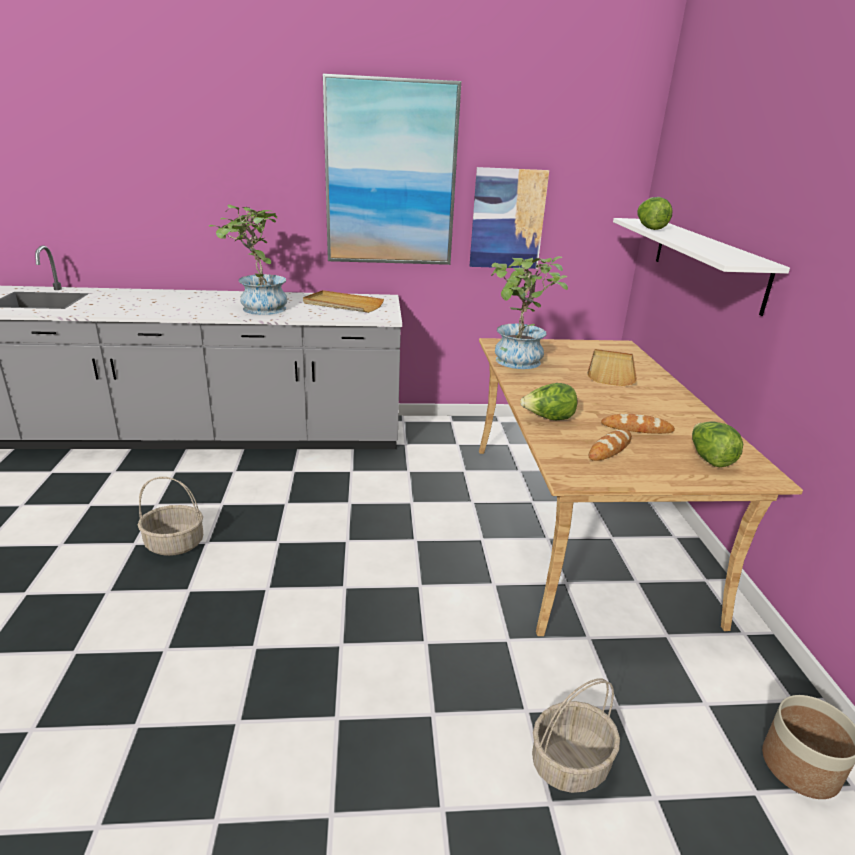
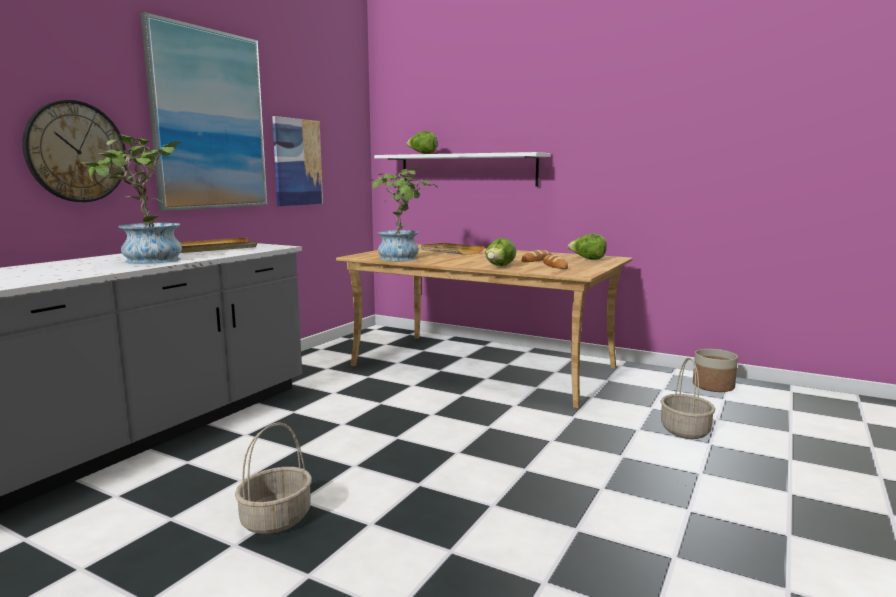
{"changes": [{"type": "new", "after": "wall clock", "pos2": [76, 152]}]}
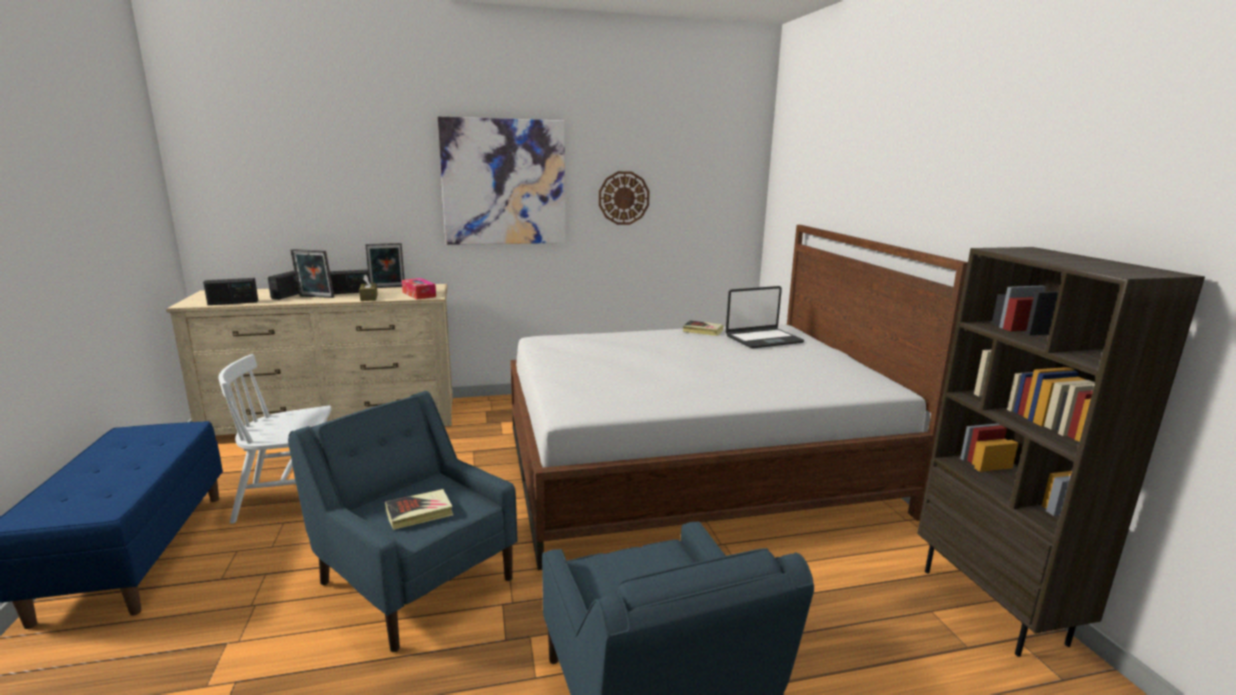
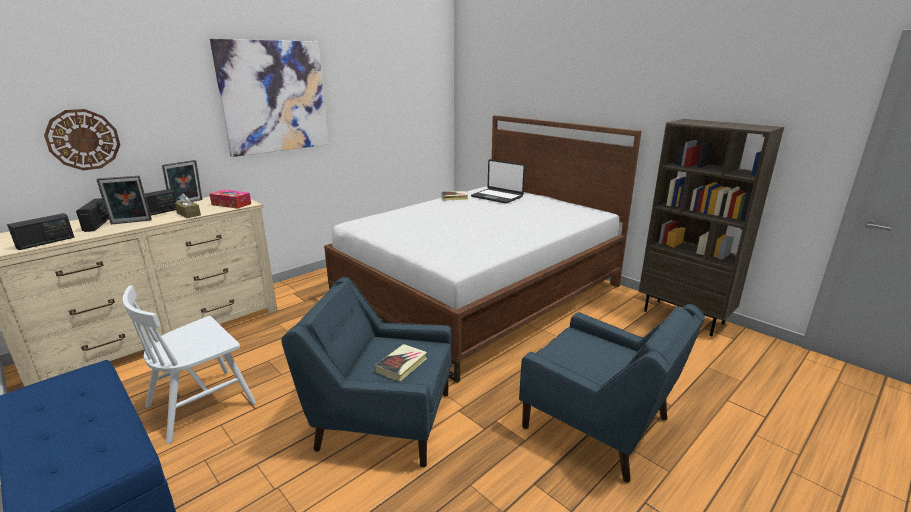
{"changes": [{"type": "shifted", "before": "wall clock", "pos1": [623, 198], "pos2": [83, 139]}, {"type": "rotated", "before": "portable computer", "pos1": [763, 339], "pos2": [497, 196], "turn": 90}]}
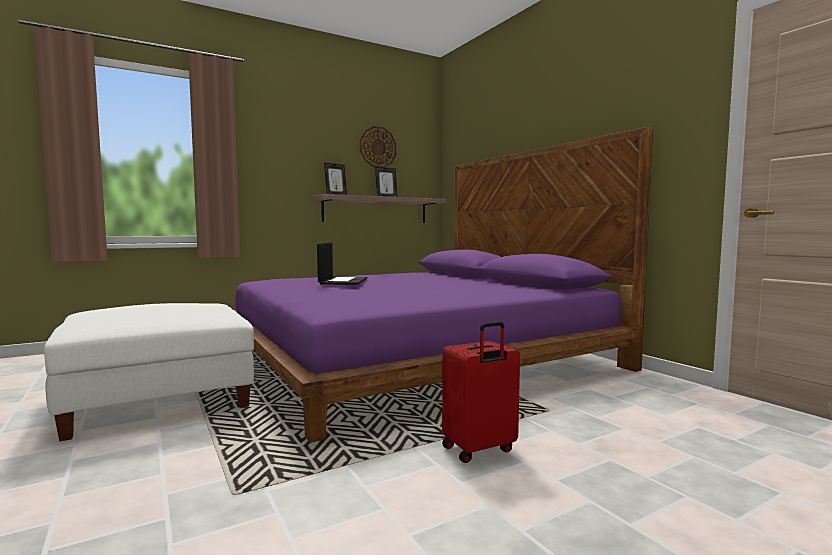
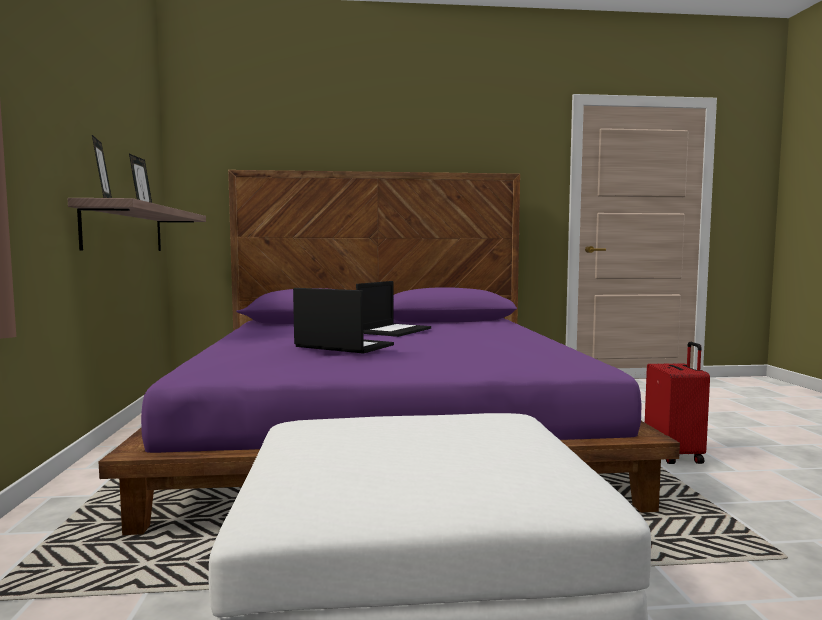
{"changes": [{"type": "gone", "before": "wall clock", "pos1": [378, 147]}, {"type": "new", "after": "portable computer", "pos2": [394, 330]}]}
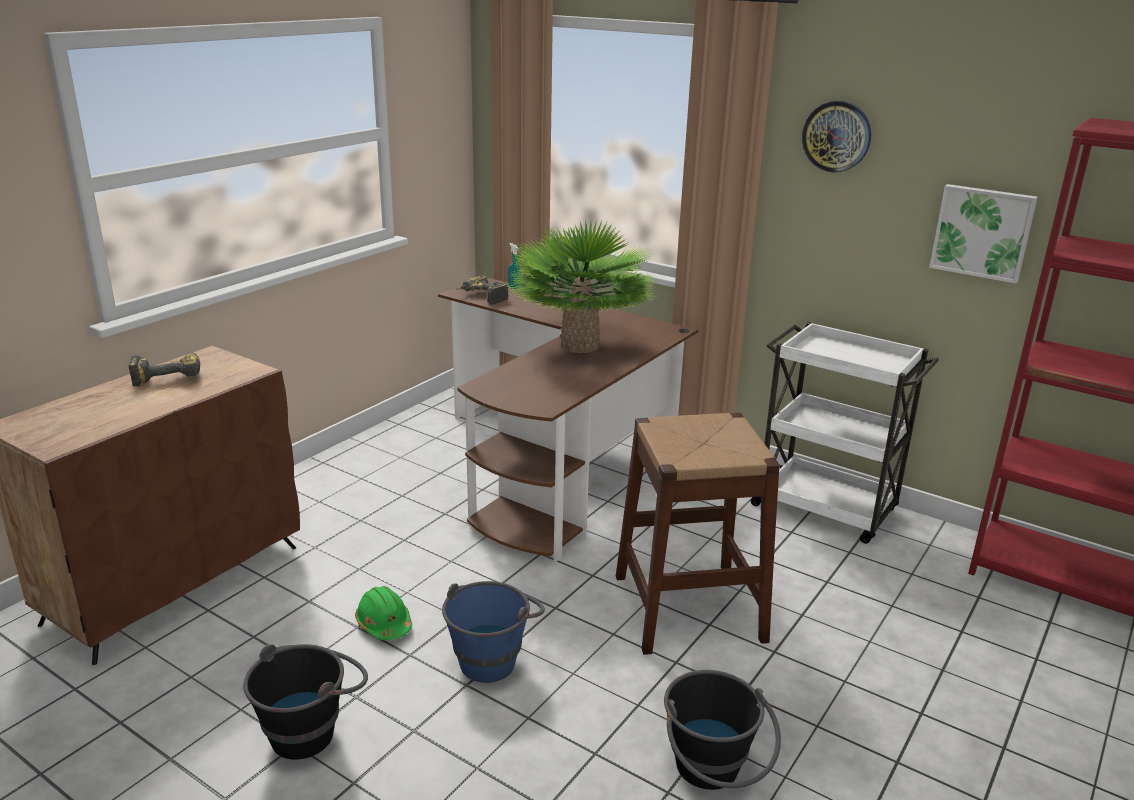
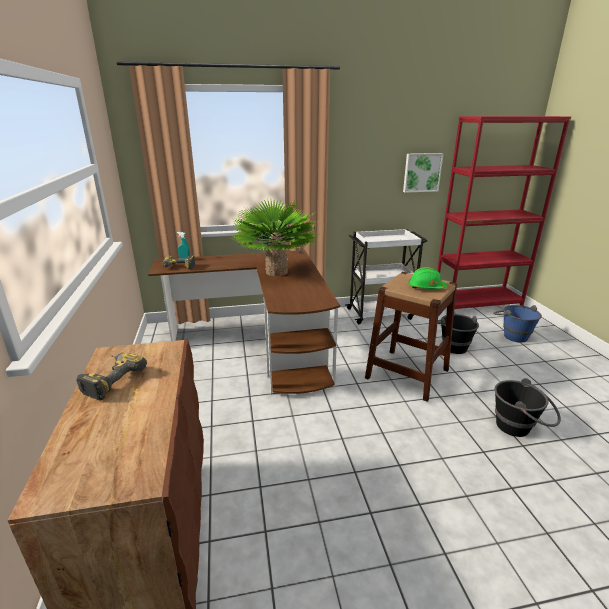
{"changes": [{"type": "gone", "before": "wall clock", "pos1": [836, 136]}, {"type": "shifted", "before": "pail (blackish)", "pos1": [312, 728], "pos2": [452, 345]}, {"type": "shifted", "before": "hard hat (greenish)", "pos1": [384, 624], "pos2": [426, 287]}, {"type": "shifted", "before": "pail (blue-coloured)", "pos1": [493, 656], "pos2": [511, 334]}]}
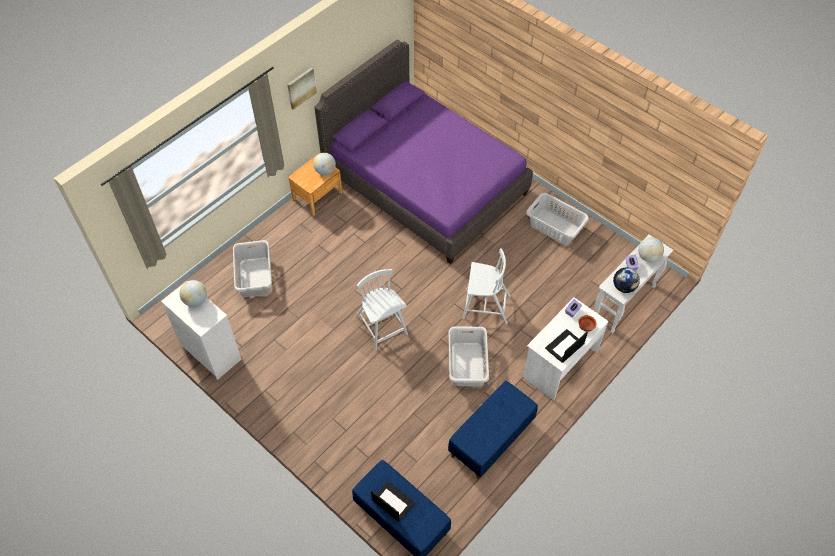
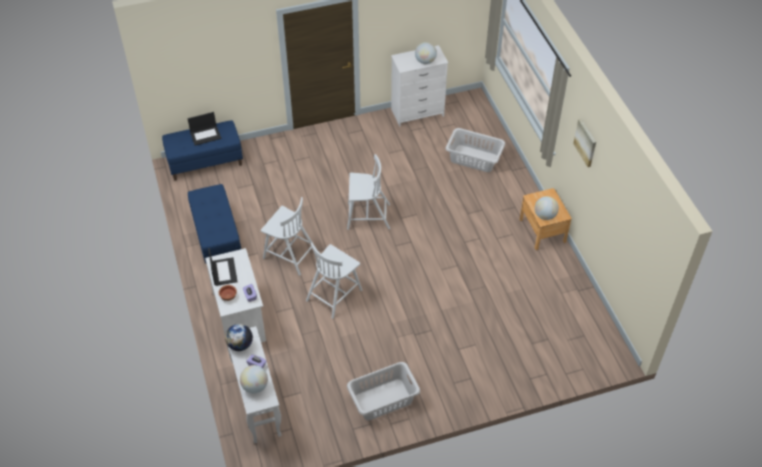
{"changes": [{"type": "gone", "before": "bed (purplish)", "pos1": [425, 184]}, {"type": "swapped", "before": "hamper (grey)", "after": "upright chair (whitish)", "pos1": [467, 364], "pos2": [289, 254]}]}
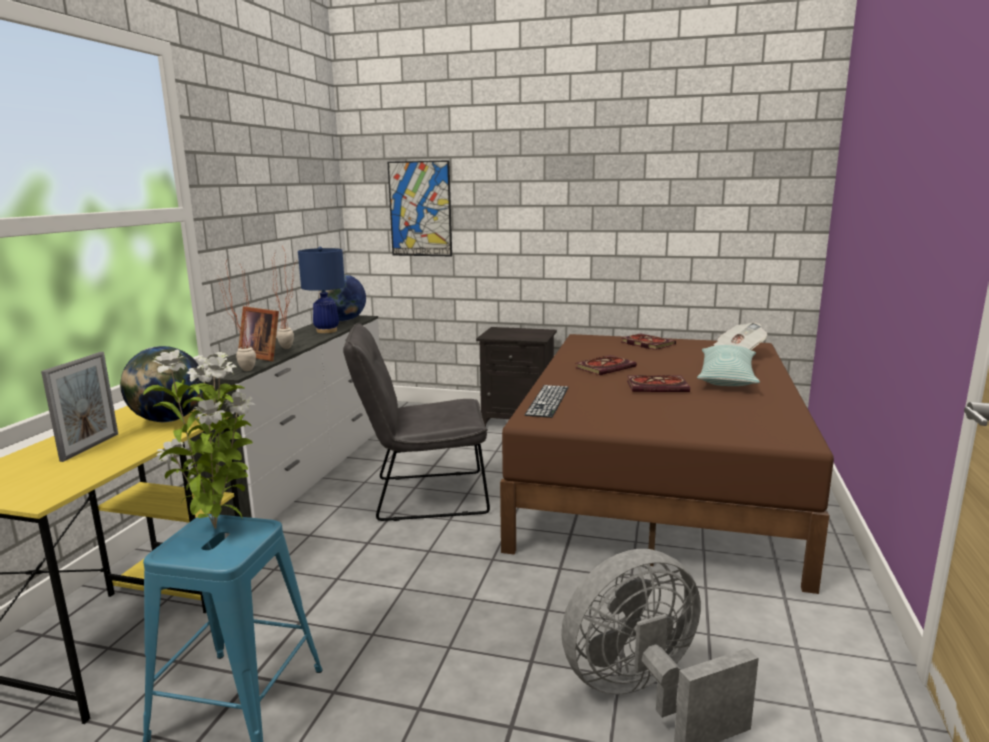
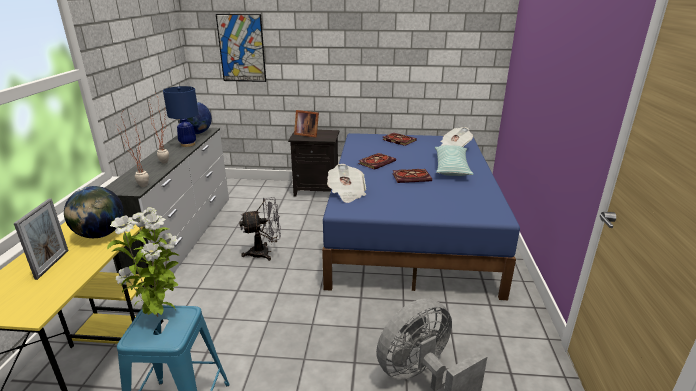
{"changes": [{"type": "shifted", "before": "photo frame", "pos1": [262, 355], "pos2": [306, 134]}, {"type": "swapped", "before": "upright chair (grey)", "after": "electric fan (grey)", "pos1": [421, 496], "pos2": [265, 252]}, {"type": "swapped", "before": "keyboard", "after": "newspaper", "pos1": [547, 401], "pos2": [346, 193]}, {"type": "repainted", "before": "bed (brown-coloured)", "after": "bed (blue-coloured)", "pos1": [658, 480], "pos2": [410, 229]}]}
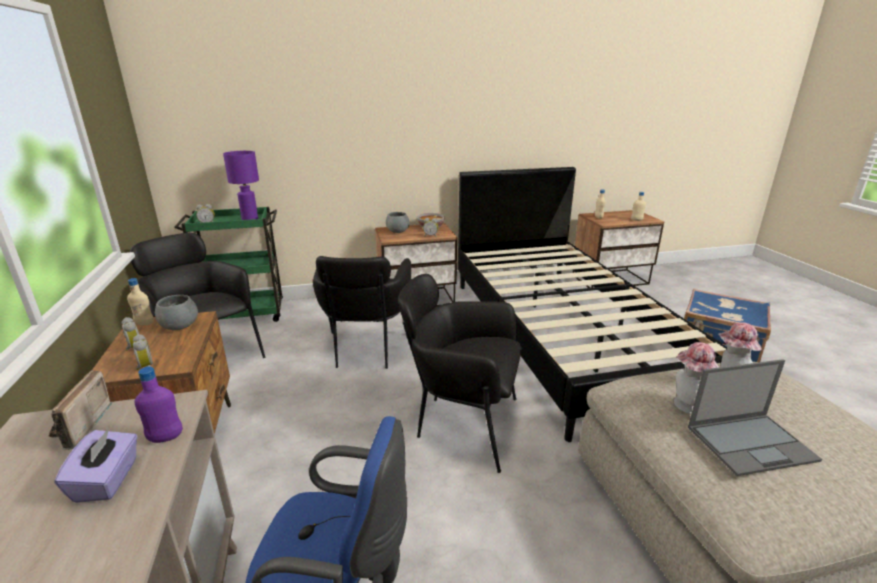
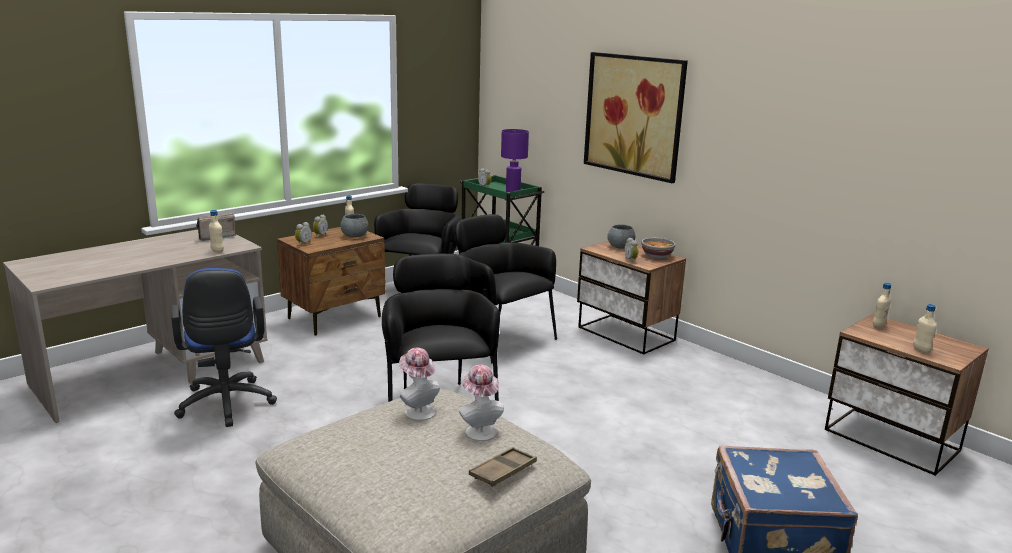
{"changes": [{"type": "gone", "before": "tissue holder (purplish)", "pos1": [108, 480]}, {"type": "gone", "before": "bed (blackish)", "pos1": [561, 335]}, {"type": "gone", "before": "portable computer", "pos1": [751, 443]}, {"type": "new", "after": "carrying tray (brown-coloured)", "pos2": [503, 471]}, {"type": "new", "after": "picture", "pos2": [634, 115]}, {"type": "repainted", "before": "beverage bottle (purplish)", "after": "beverage bottle (beige-coloured)", "pos1": [165, 438], "pos2": [217, 251]}, {"type": "rotated", "before": "easy chair (blackish)", "pos1": [366, 352], "pos2": [499, 338], "turn": 75}]}
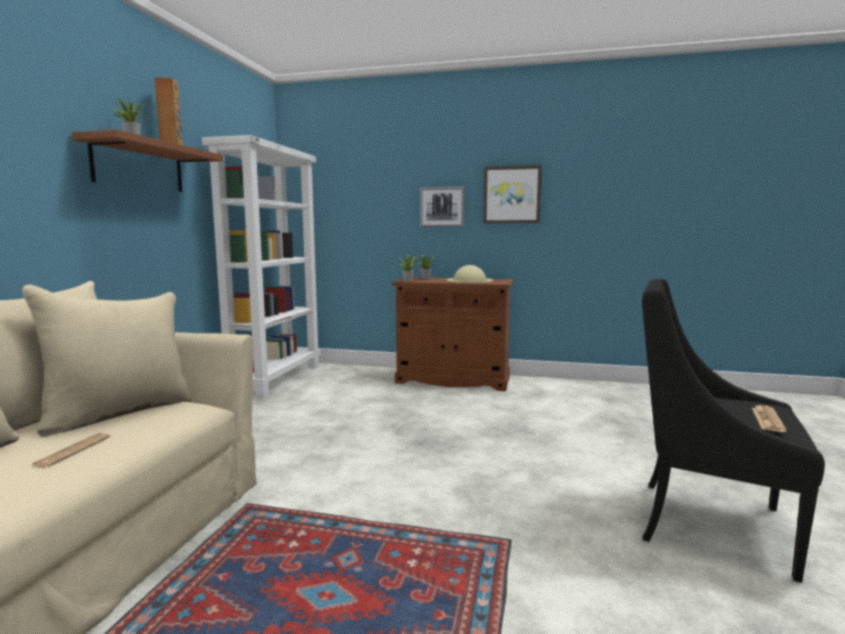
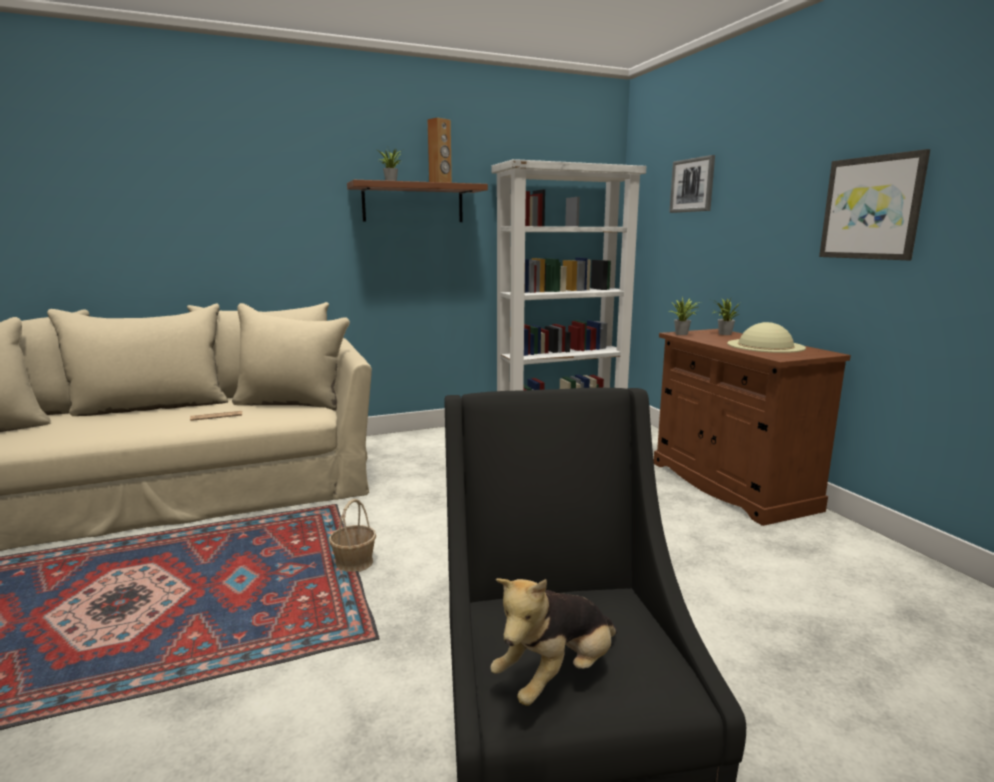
{"changes": [{"type": "new", "after": "storage basket", "pos2": [354, 563]}, {"type": "shifted", "before": "picture", "pos1": [442, 207], "pos2": [692, 185]}, {"type": "swapped", "before": "newspaper", "after": "cuddly toy", "pos1": [767, 419], "pos2": [557, 676]}]}
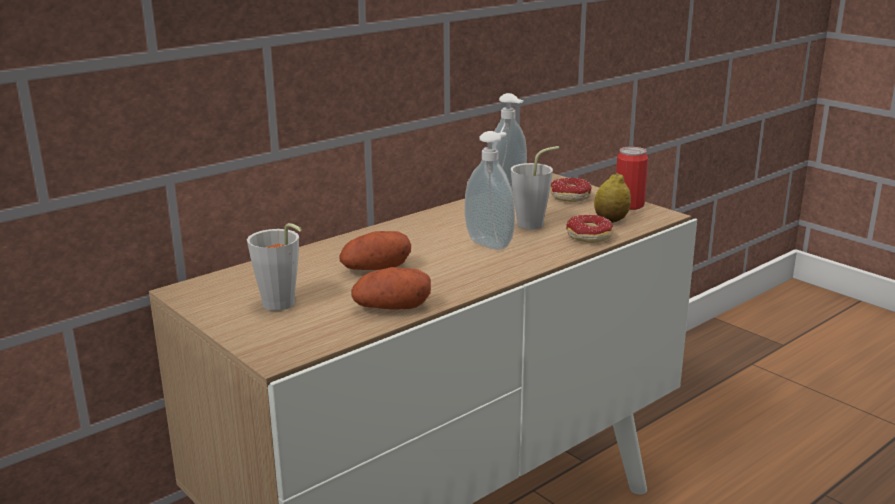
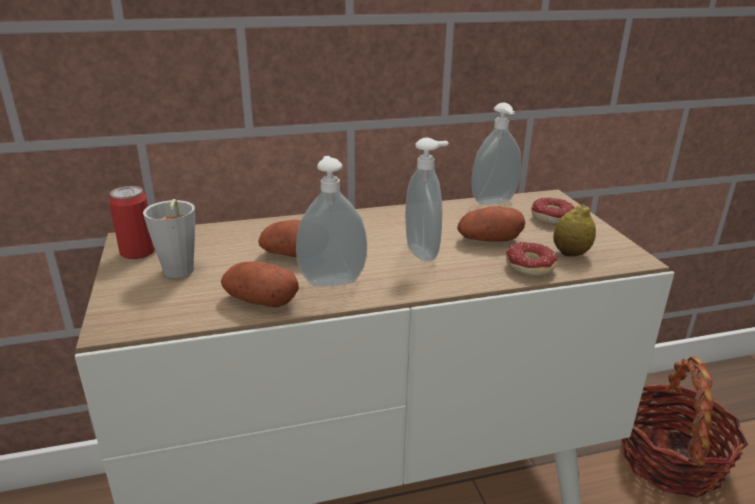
{"changes": [{"type": "new", "after": "soap bottle", "pos2": [332, 280]}, {"type": "new", "after": "storage basket", "pos2": [670, 460]}, {"type": "shifted", "before": "sealed can", "pos1": [629, 205], "pos2": [138, 252]}, {"type": "swapped", "before": "cup (grey)", "after": "potato", "pos1": [535, 223], "pos2": [489, 240]}]}
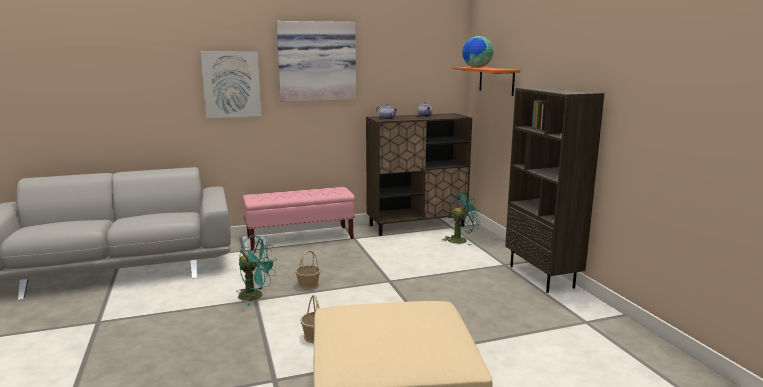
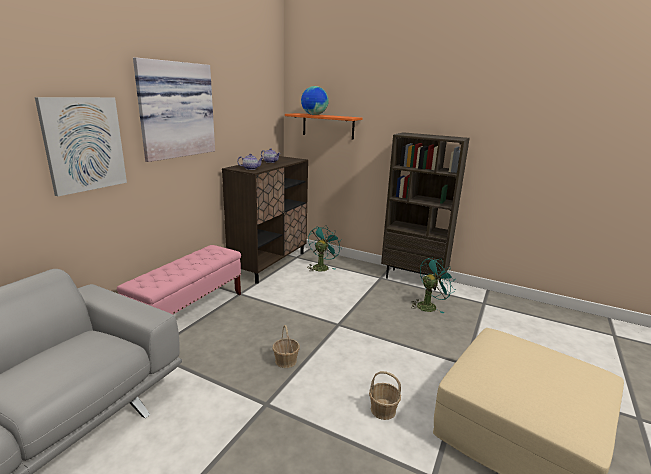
{"changes": [{"type": "shifted", "before": "electric fan (turquoise)", "pos1": [256, 296], "pos2": [429, 305]}]}
